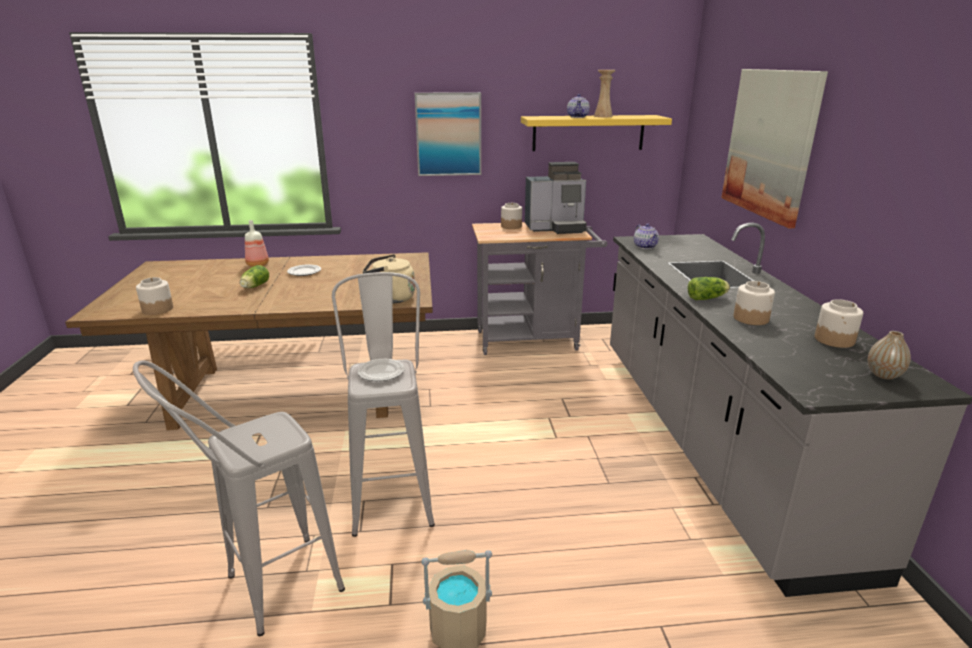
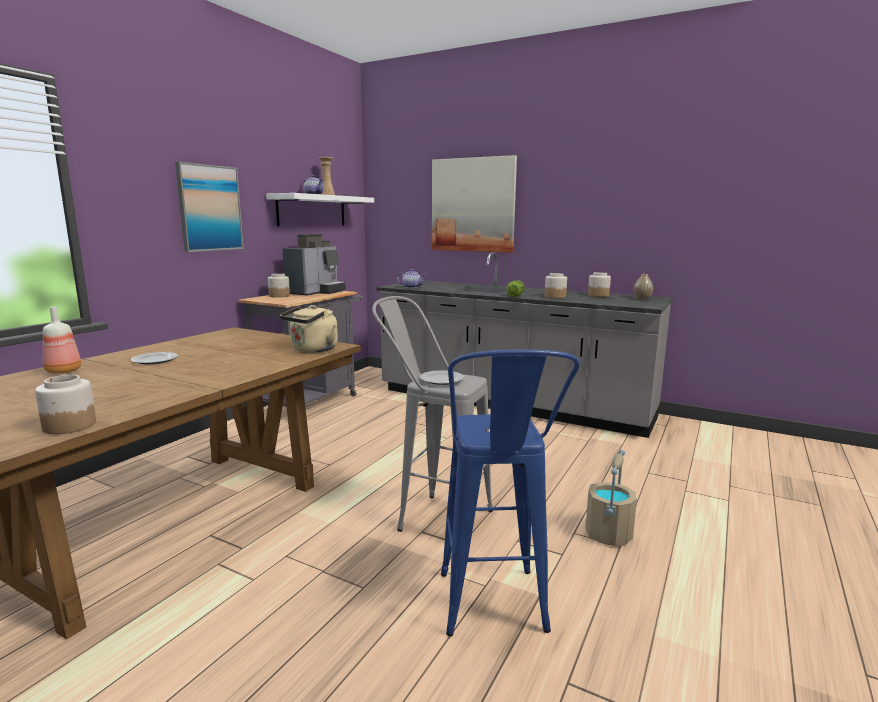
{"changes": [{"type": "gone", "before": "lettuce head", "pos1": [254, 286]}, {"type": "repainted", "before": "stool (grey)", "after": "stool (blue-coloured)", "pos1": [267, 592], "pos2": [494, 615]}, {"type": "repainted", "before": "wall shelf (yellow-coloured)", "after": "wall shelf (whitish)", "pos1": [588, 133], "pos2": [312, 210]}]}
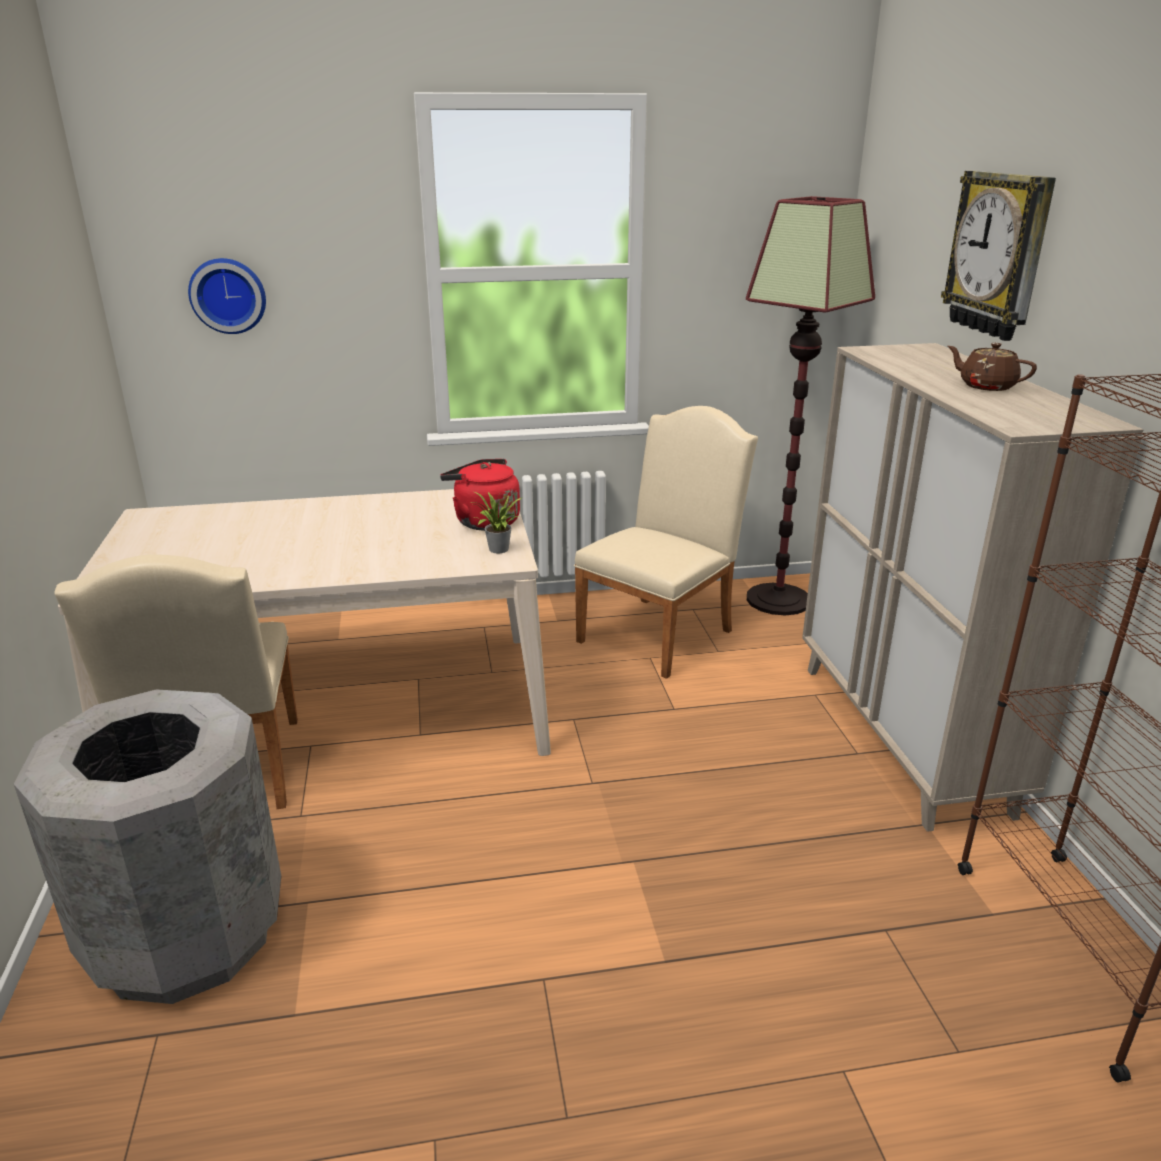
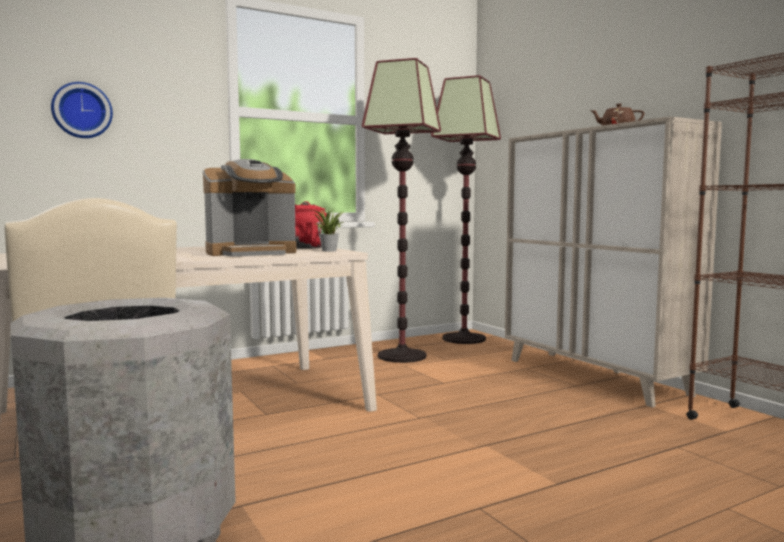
{"changes": [{"type": "gone", "before": "wall clock", "pos1": [999, 254]}, {"type": "new", "after": "coffee brewer", "pos2": [251, 253]}, {"type": "swapped", "before": "upright chair (beige-coloured)", "after": "standard lamp", "pos1": [661, 632], "pos2": [402, 356]}]}
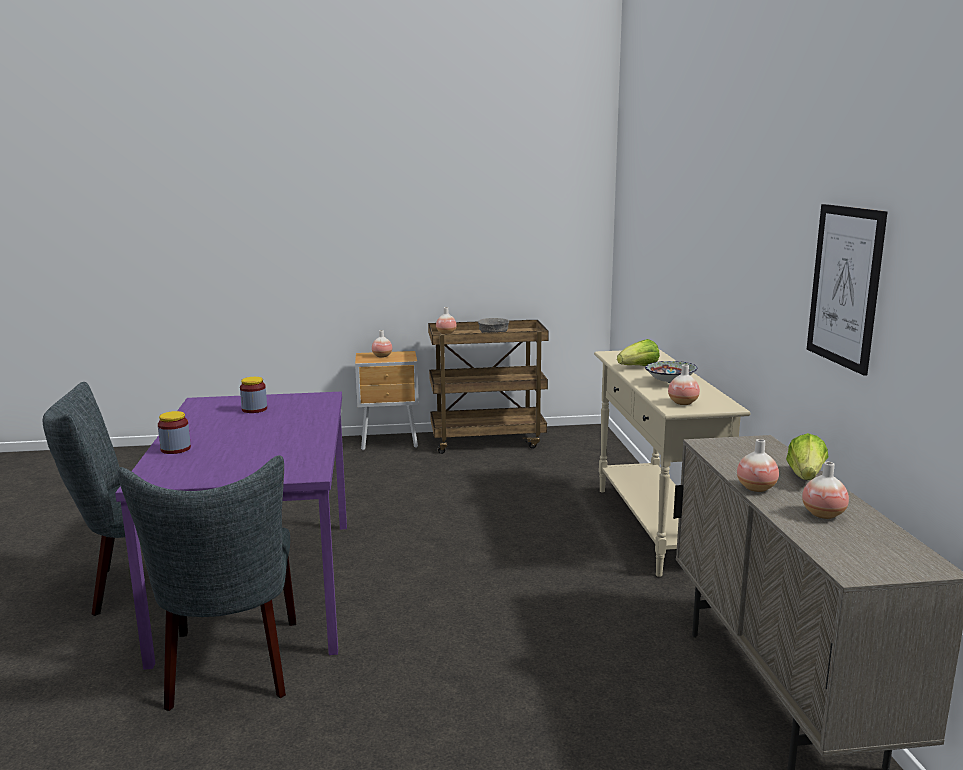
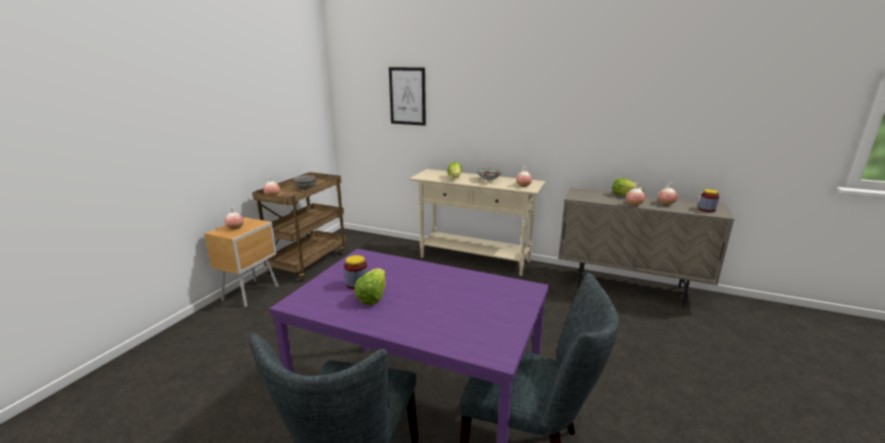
{"changes": [{"type": "new", "after": "lettuce head", "pos2": [373, 296]}, {"type": "shifted", "before": "jar", "pos1": [175, 449], "pos2": [707, 209]}, {"type": "shifted", "before": "picture", "pos1": [845, 286], "pos2": [407, 96]}]}
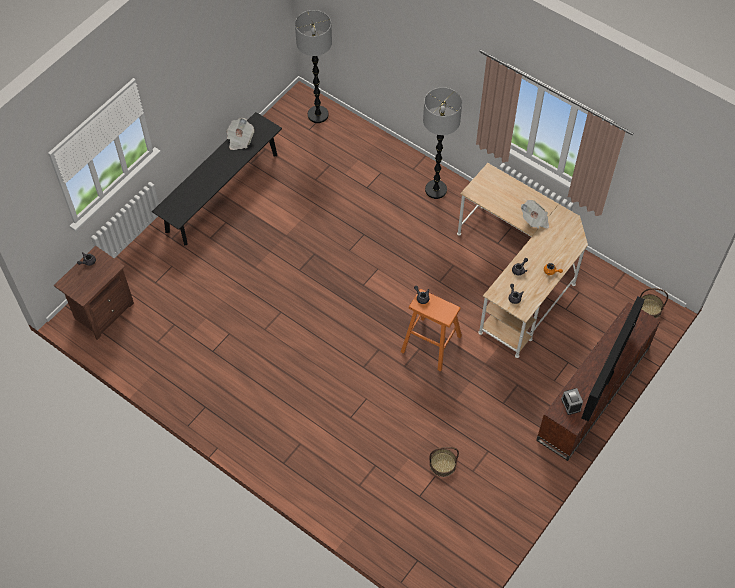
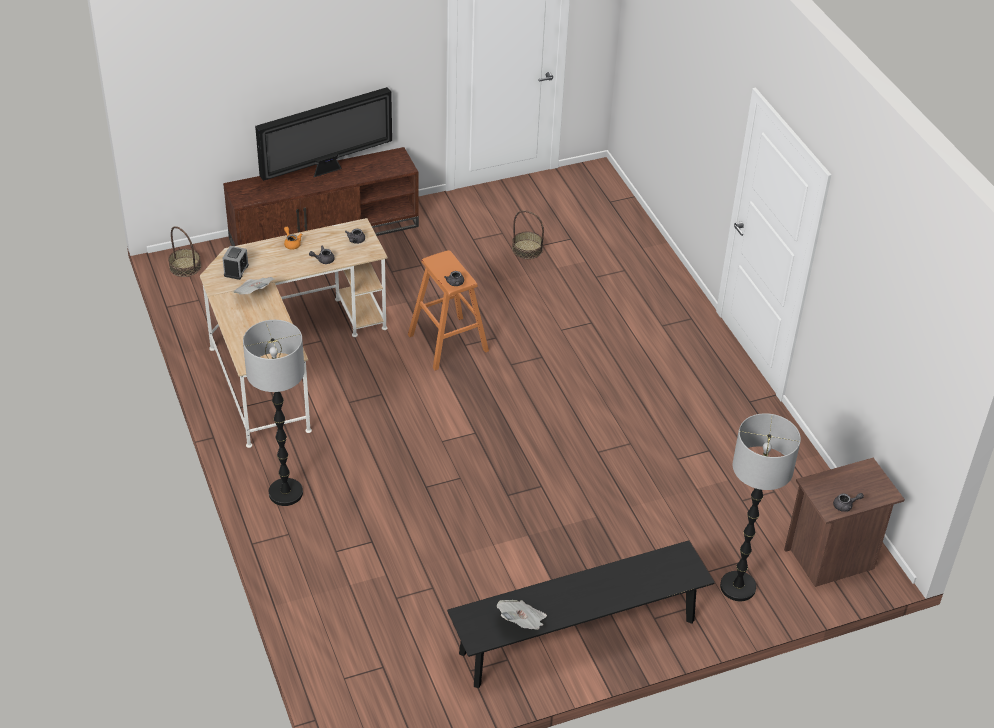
{"changes": [{"type": "shifted", "before": "standard lamp", "pos1": [318, 115], "pos2": [738, 587]}, {"type": "shifted", "before": "alarm clock", "pos1": [570, 404], "pos2": [236, 270]}]}
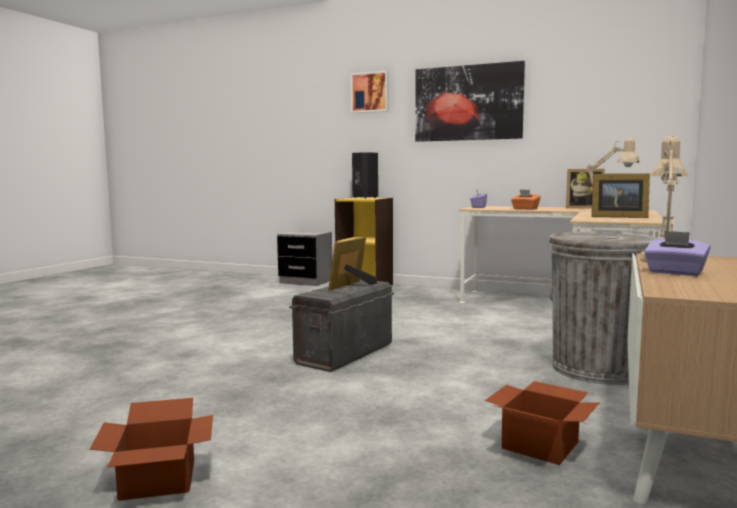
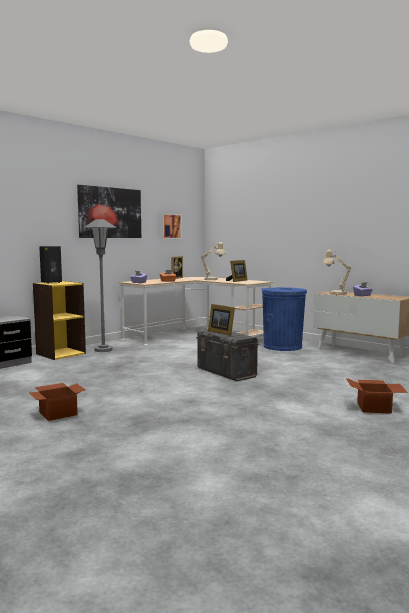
{"changes": [{"type": "new", "after": "standard lamp (grey)", "pos2": [103, 350]}, {"type": "shifted", "before": "picture", "pos1": [370, 92], "pos2": [170, 226]}, {"type": "shifted", "before": "carton", "pos1": [542, 445], "pos2": [58, 413]}, {"type": "repainted", "before": "trash can (grey)", "after": "trash can (blue-coloured)", "pos1": [598, 369], "pos2": [282, 346]}]}
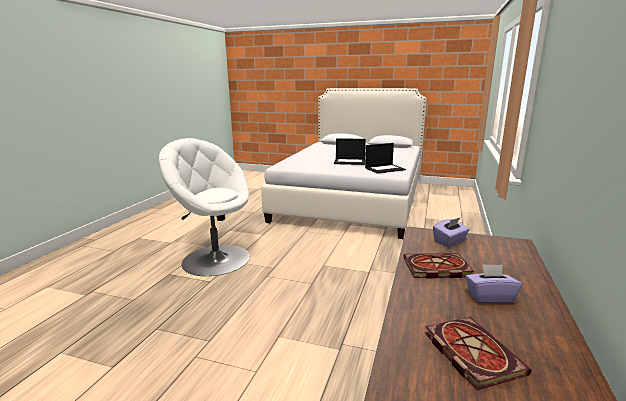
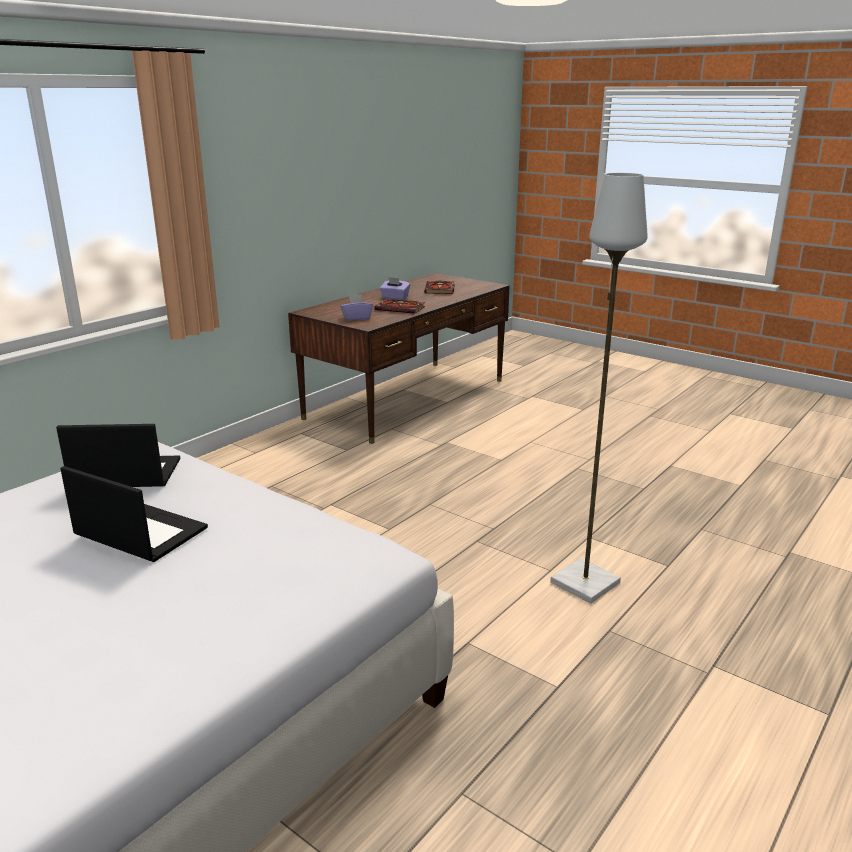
{"changes": [{"type": "swapped", "before": "easy chair (whitish)", "after": "standard lamp (grey)", "pos1": [215, 259], "pos2": [585, 583]}]}
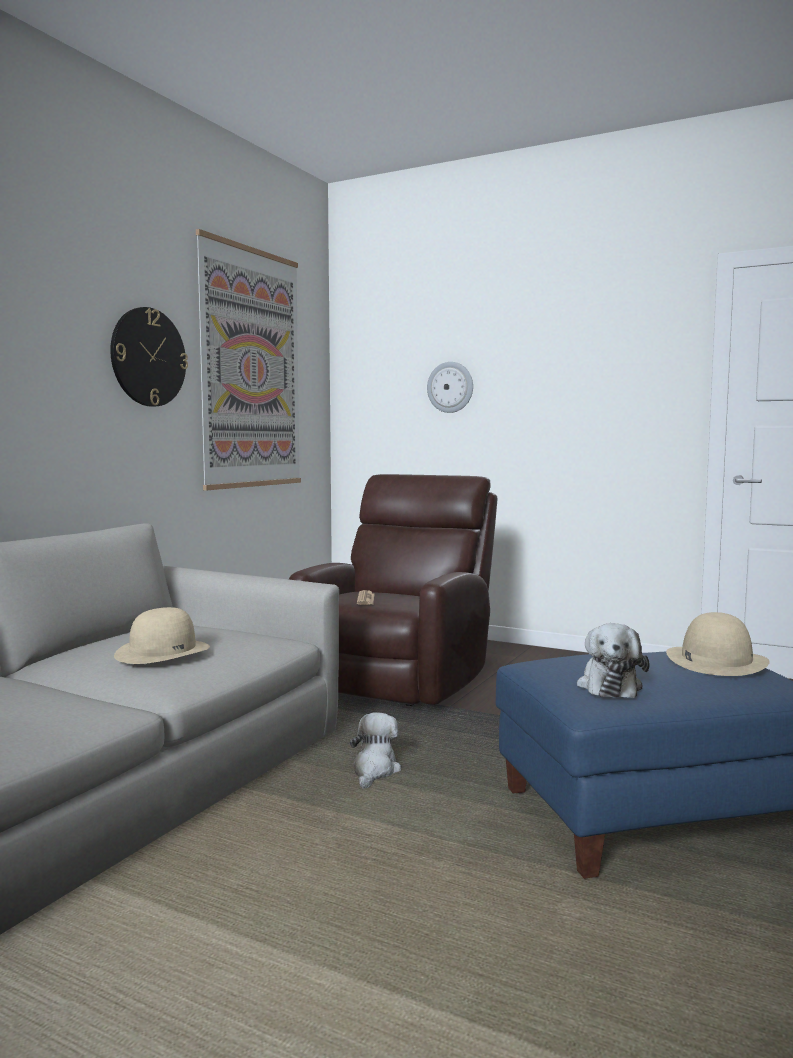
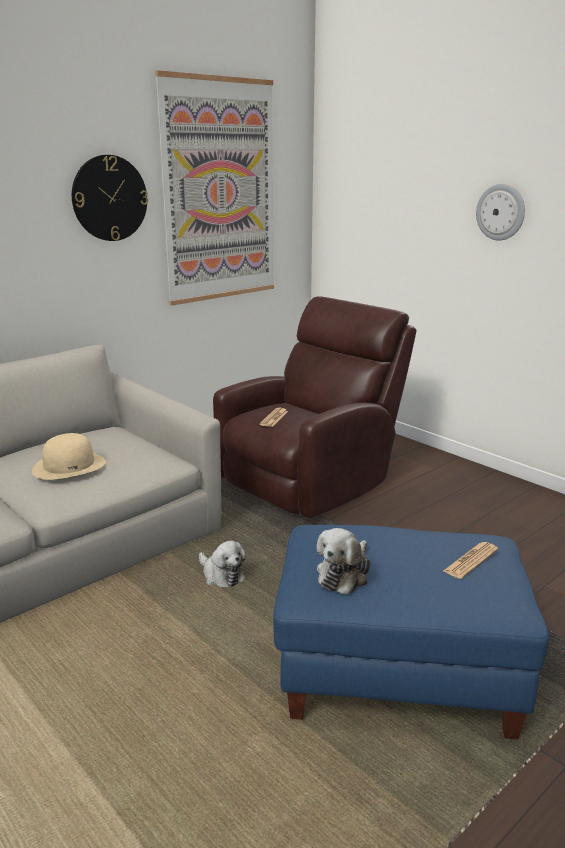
{"changes": [{"type": "shifted", "before": "wall clock", "pos1": [450, 387], "pos2": [500, 212]}, {"type": "swapped", "before": "clothing hat (beige-coloured)", "after": "newspaper", "pos1": [716, 661], "pos2": [470, 561]}, {"type": "rotated", "before": "cuddly toy", "pos1": [374, 771], "pos2": [221, 575], "turn": 105}]}
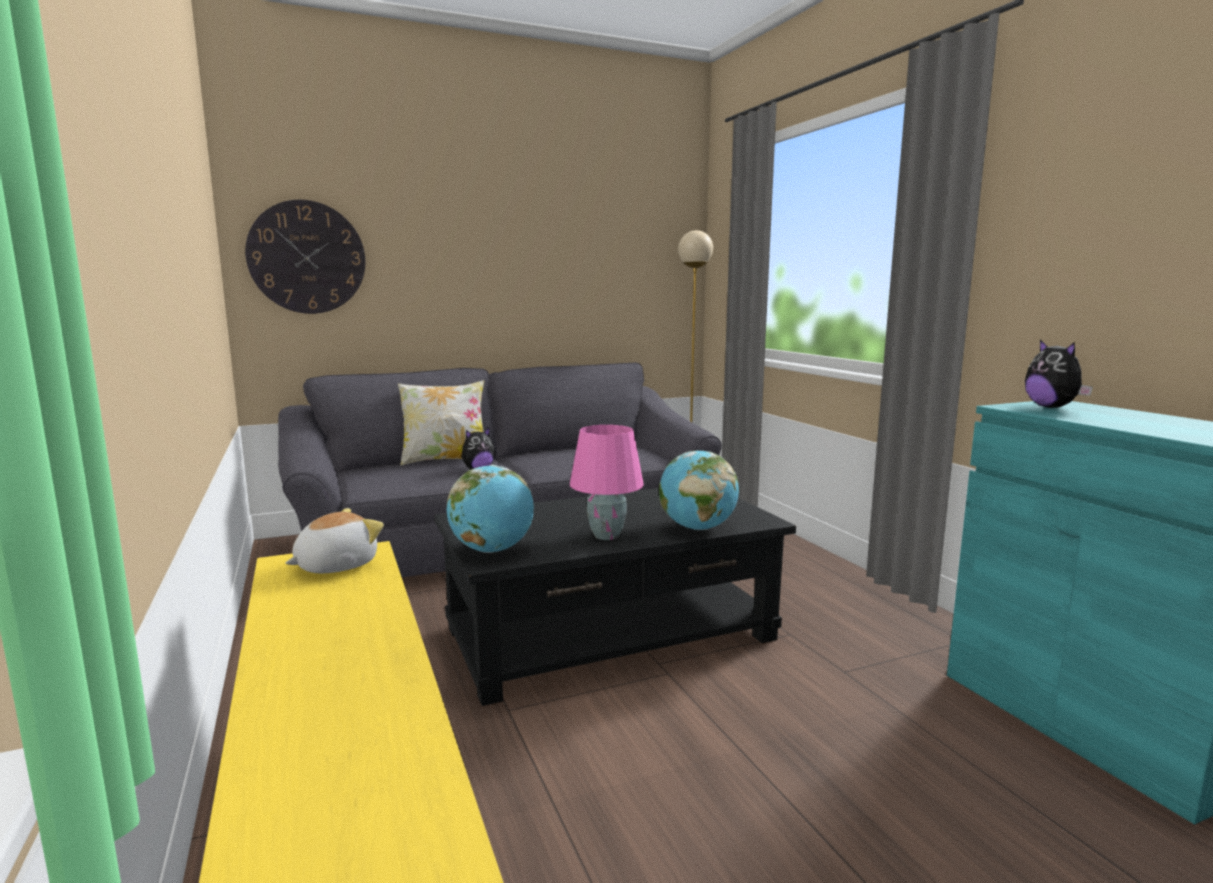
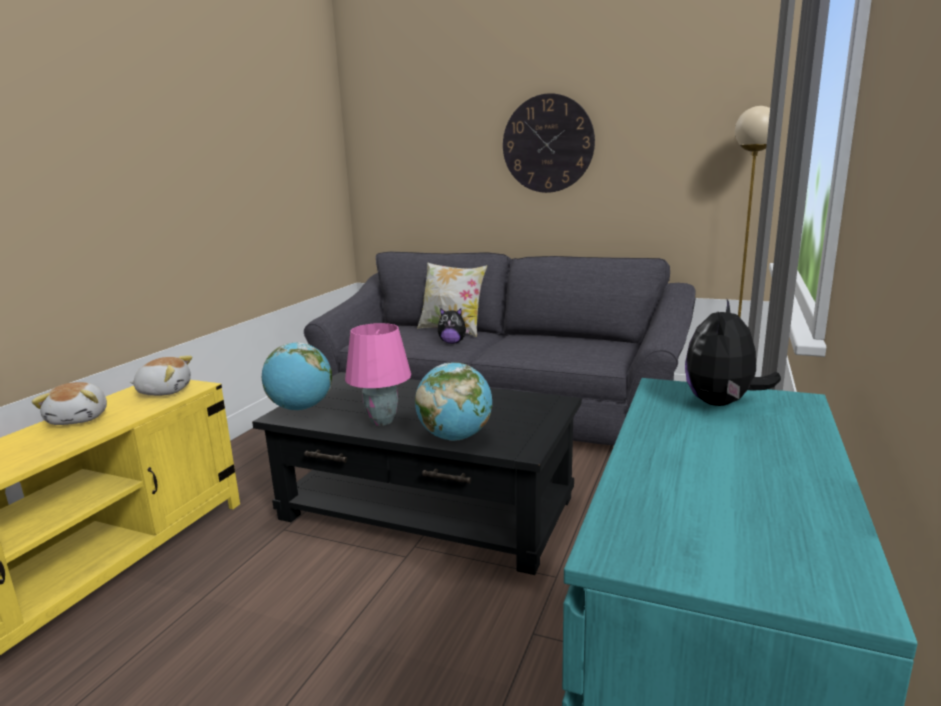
{"changes": [{"type": "new", "after": "cuddly toy", "pos2": [80, 418]}, {"type": "shifted", "before": "wall clock", "pos1": [307, 257], "pos2": [548, 144]}]}
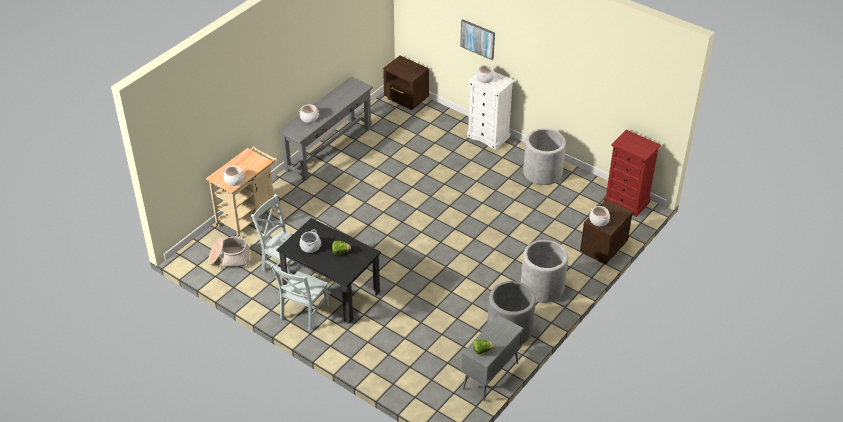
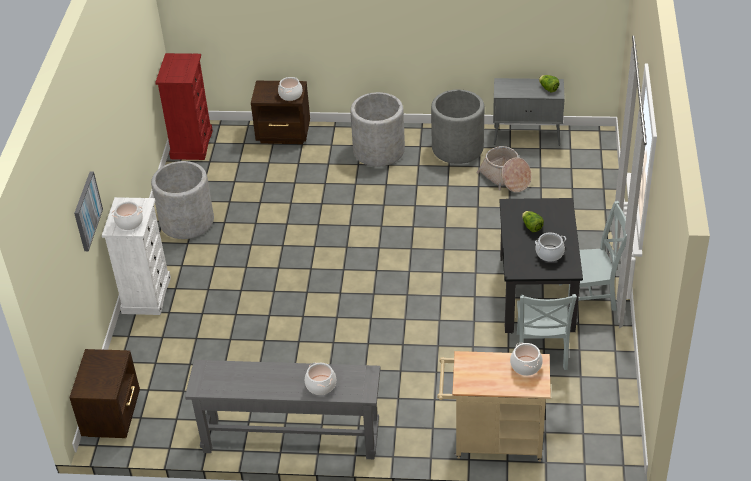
{"changes": [{"type": "shifted", "before": "storage basket", "pos1": [229, 259], "pos2": [505, 178]}]}
